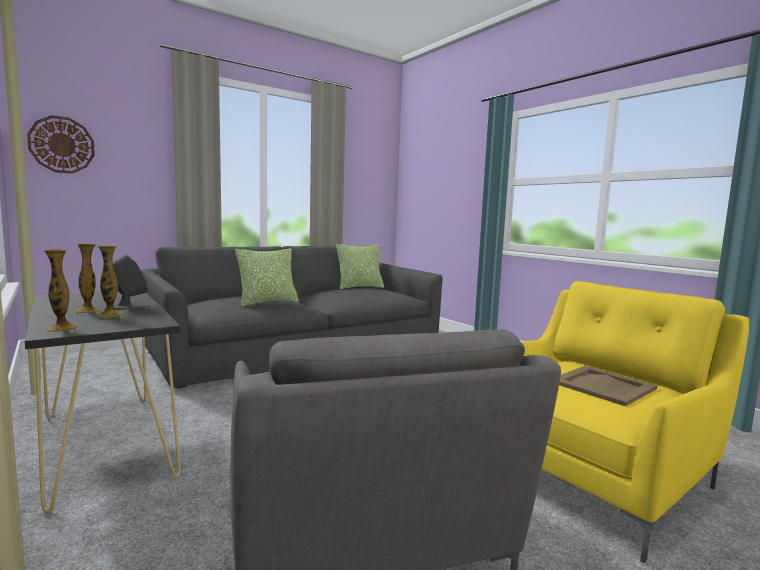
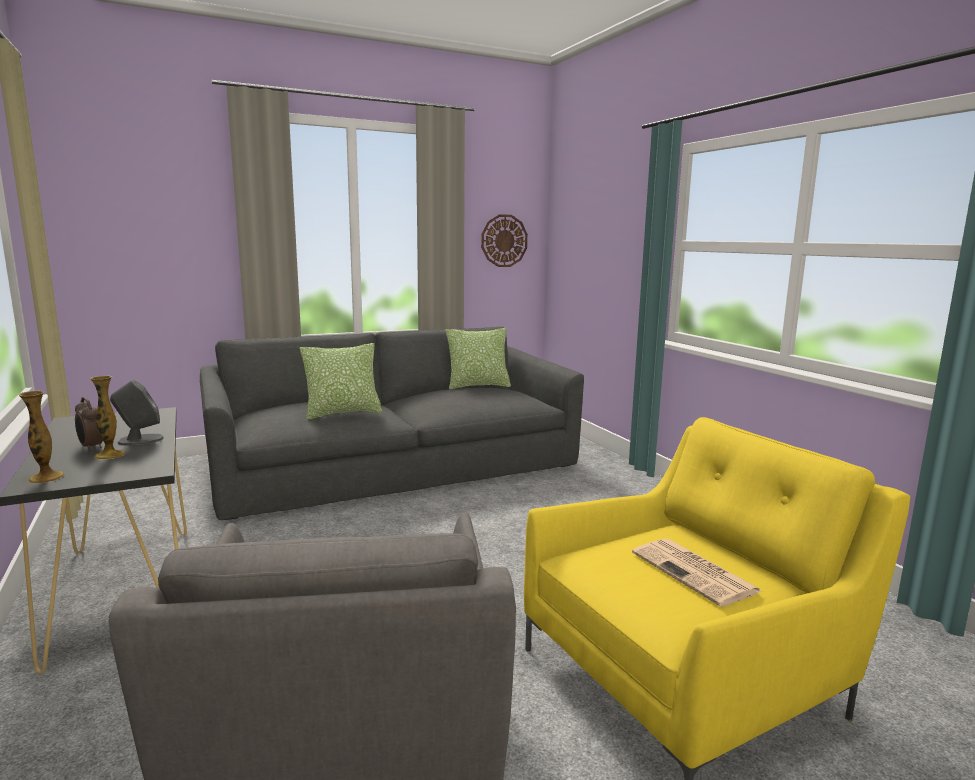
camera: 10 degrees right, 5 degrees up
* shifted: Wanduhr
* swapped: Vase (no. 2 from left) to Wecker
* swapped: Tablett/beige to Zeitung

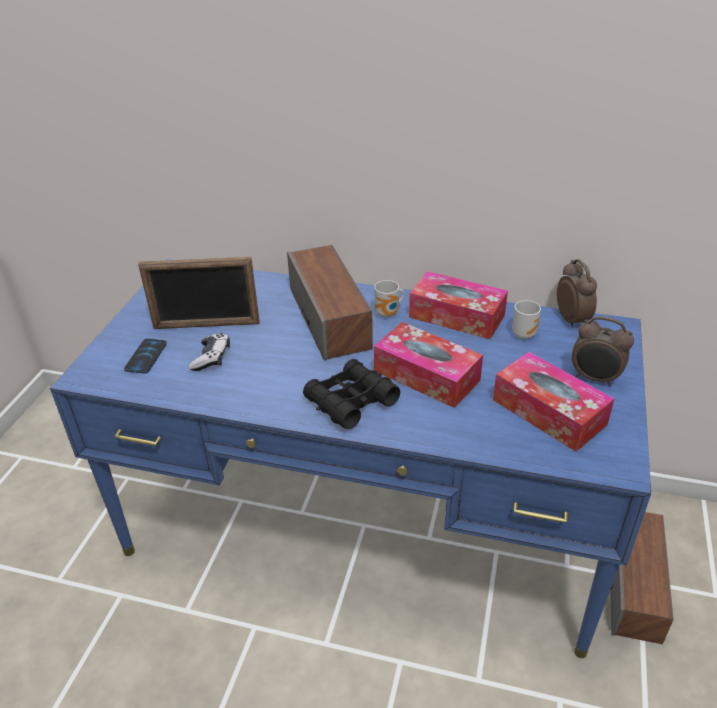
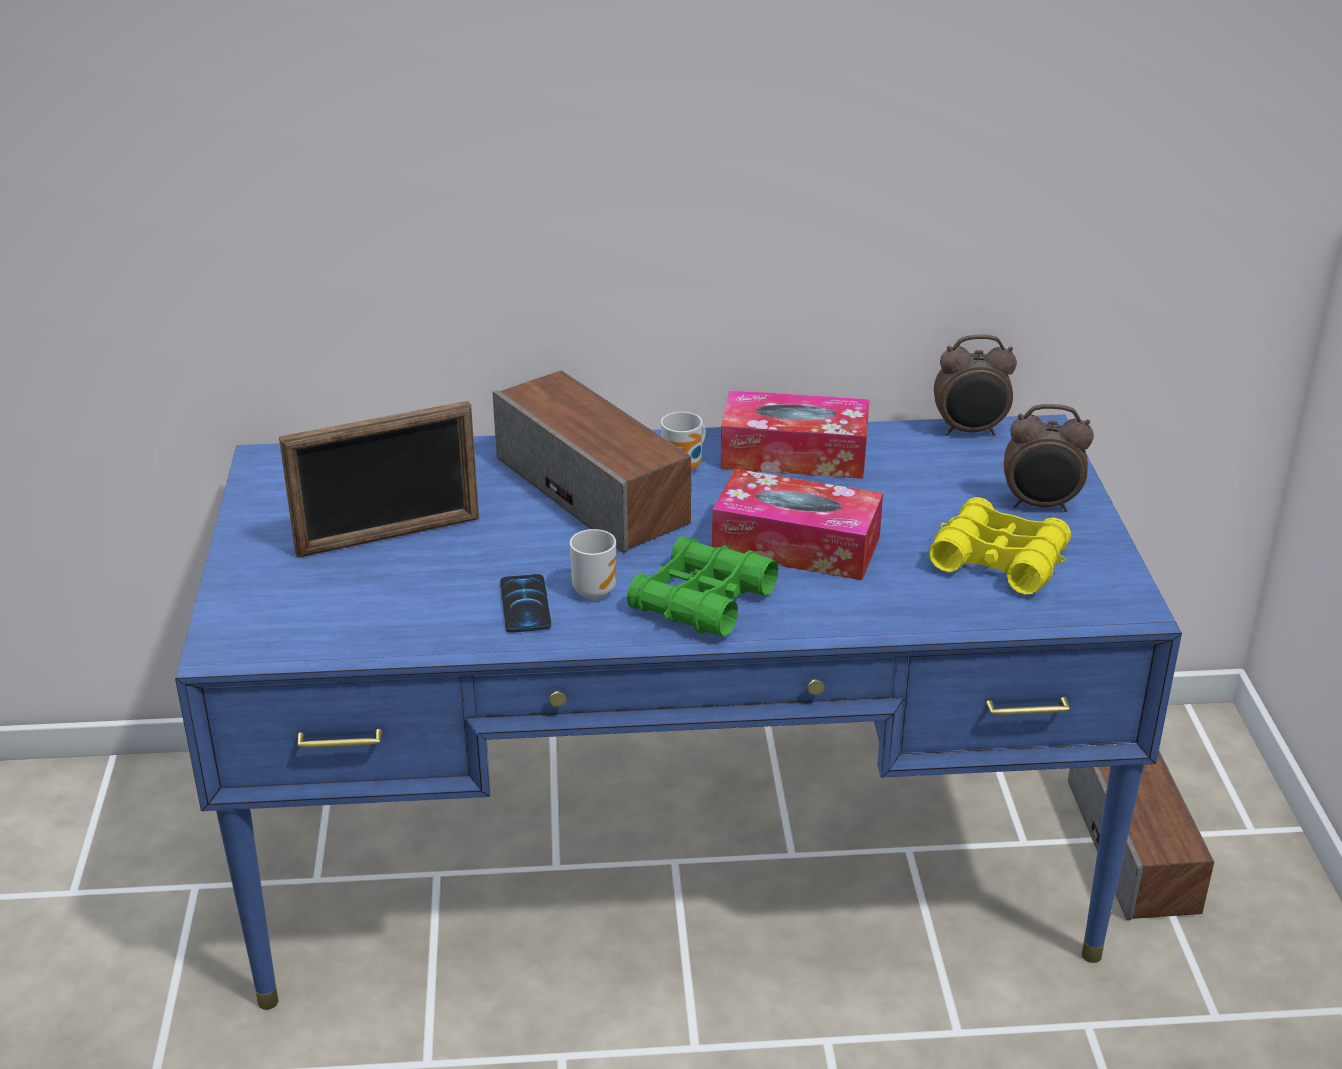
camera: 20 degrees left, 5 degrees down
* rotated: Wecker (no. 1 from left) 120 degrees clockwise
* shifted: Henkelbecher (no. 2 from left in the first image) to Henkelbecher (no. 1 from left)
* gone: Gamepad
* shifted: Handy
* swapped: Taschentuchbox (no. 3 from left) to Fernglas/gelb
* repainted: Fernglas/schwarz to Fernglas/grün

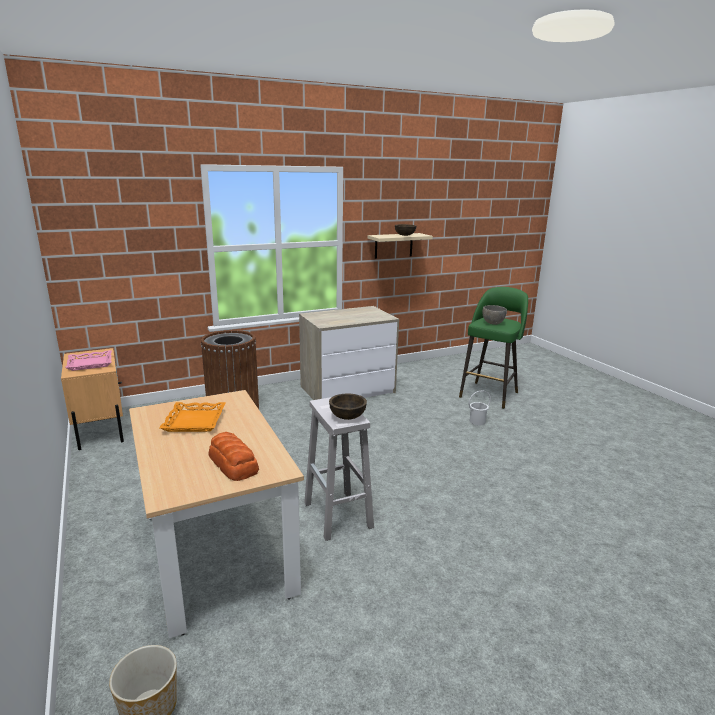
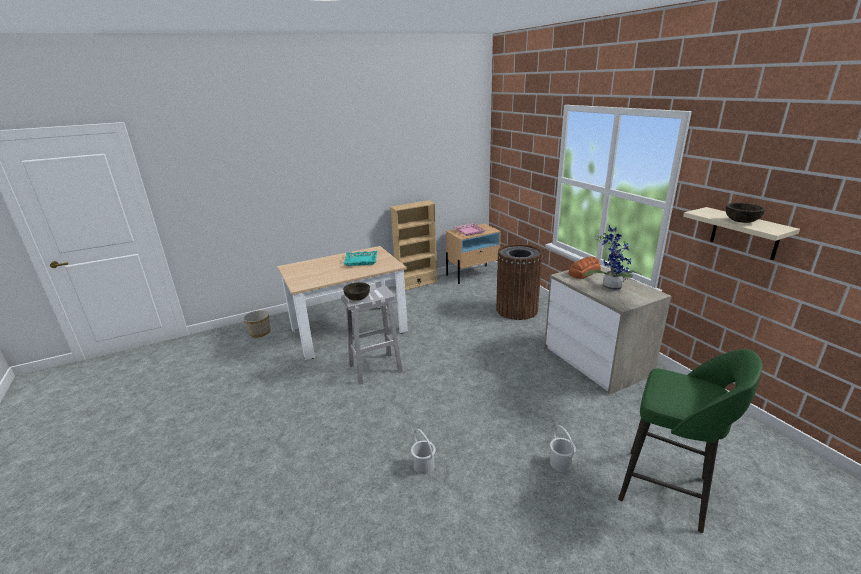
camera: 90 degrees right, 5 degrees up
* gone: Schüssel/grau
* repainted: Tablett/orange to Tablett/türkis
* shifted: Brot
* new: Bücherregal/beige
* new: Topfpflanze
* new: Eimer/weiß (no. 1 from left)

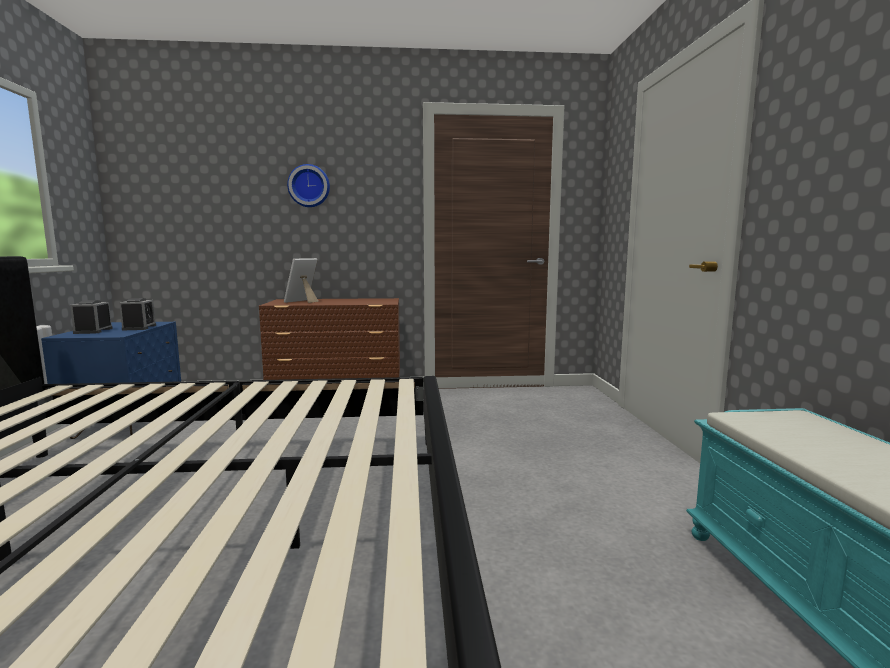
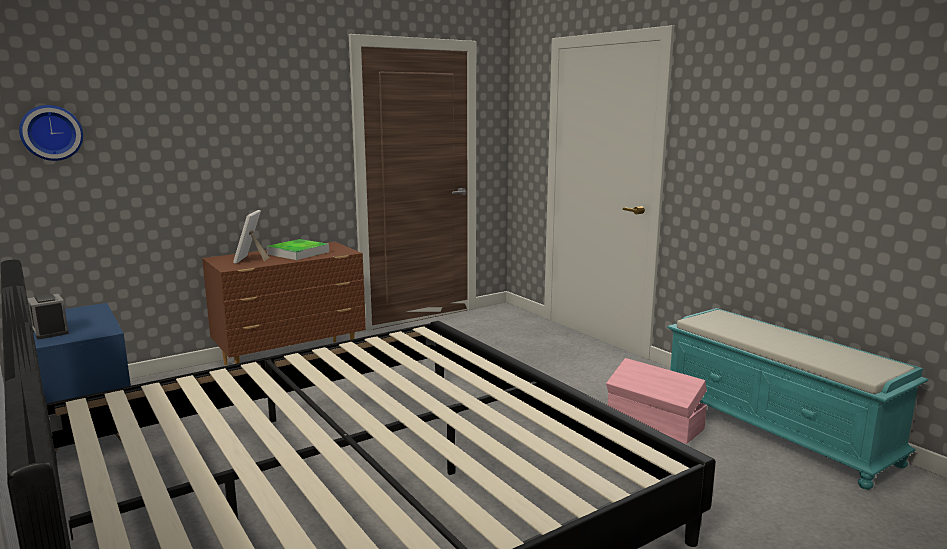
camera: 30 degrees left, 5 degrees up
* shifted: Wanduhr
* gone: Wecker (no. 2 from left)
* new: Tablett
* new: Aufbewahrungsbox/rosa

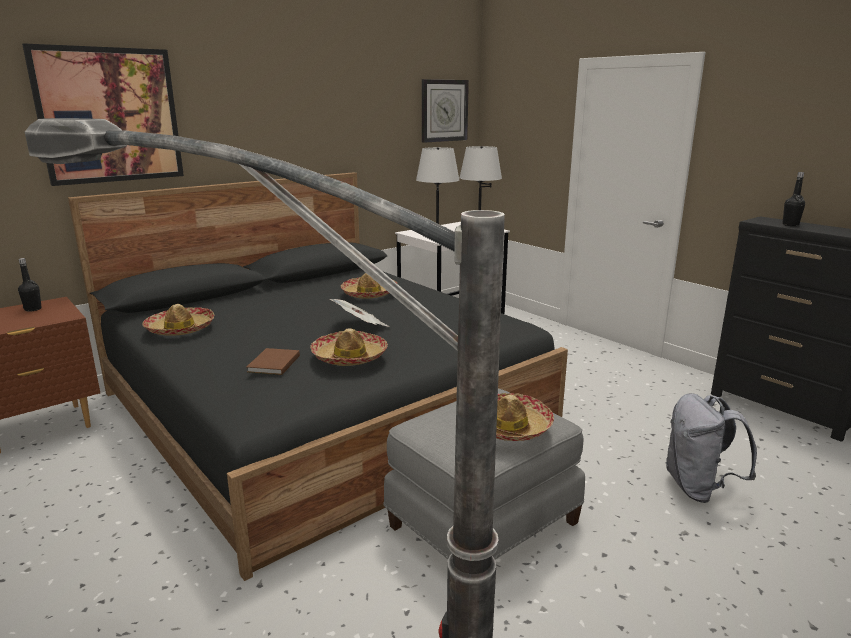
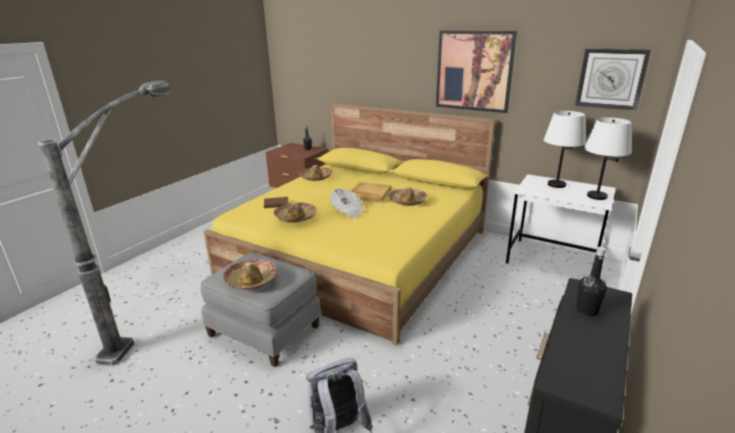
camera: 70 degrees right, 5 degrees up
* shifted: Bild
* repainted: Bett/schwarz to Bett/gelb
* new: Tablett/beige

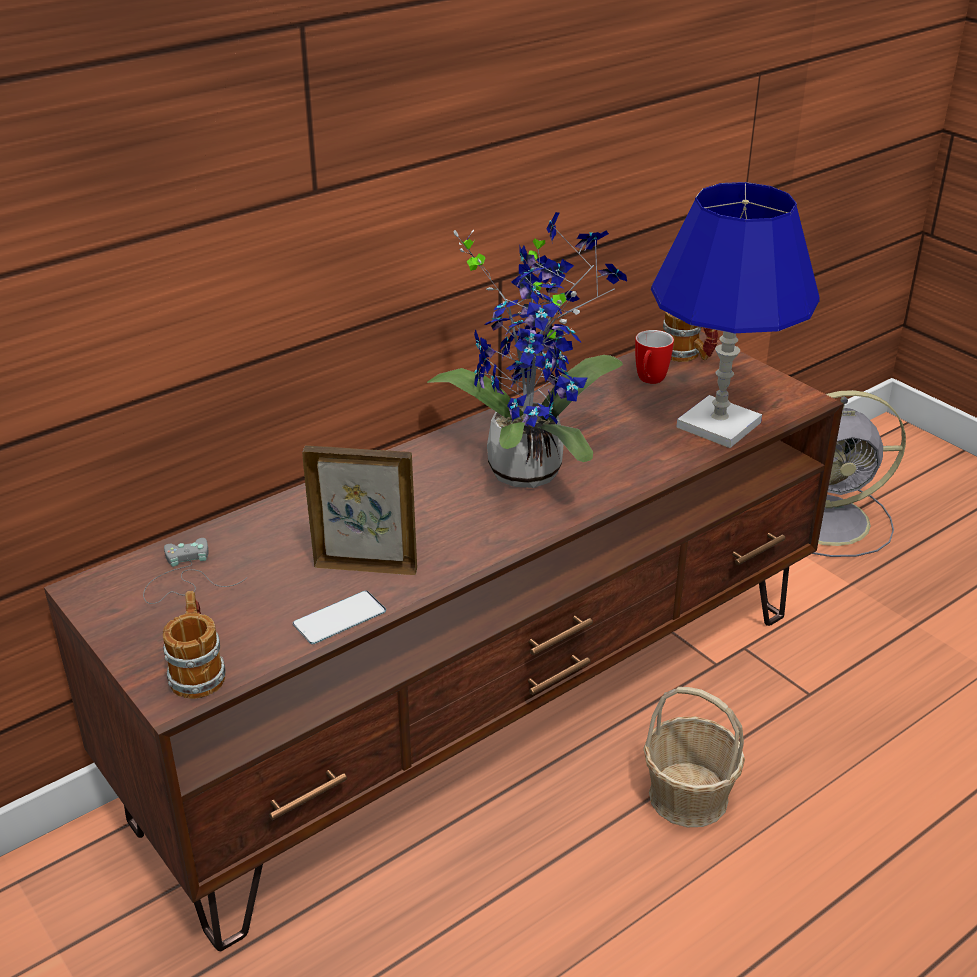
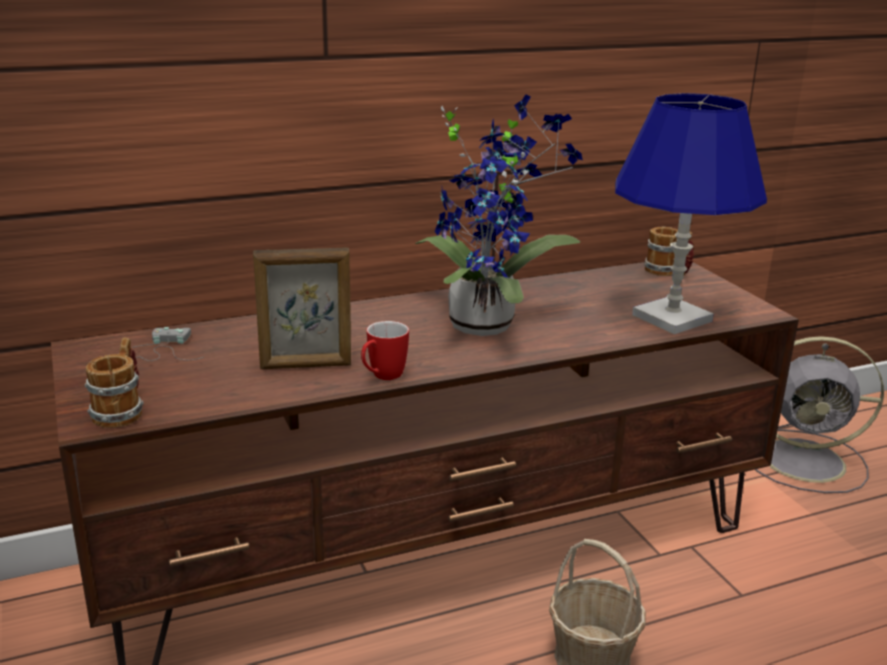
camera: 15 degrees right, 10 degrees down
* shifted: Henkelbecher (no. 2 from left)
* rotated: Bilderrahmen 150 degrees clockwise
* gone: Handy

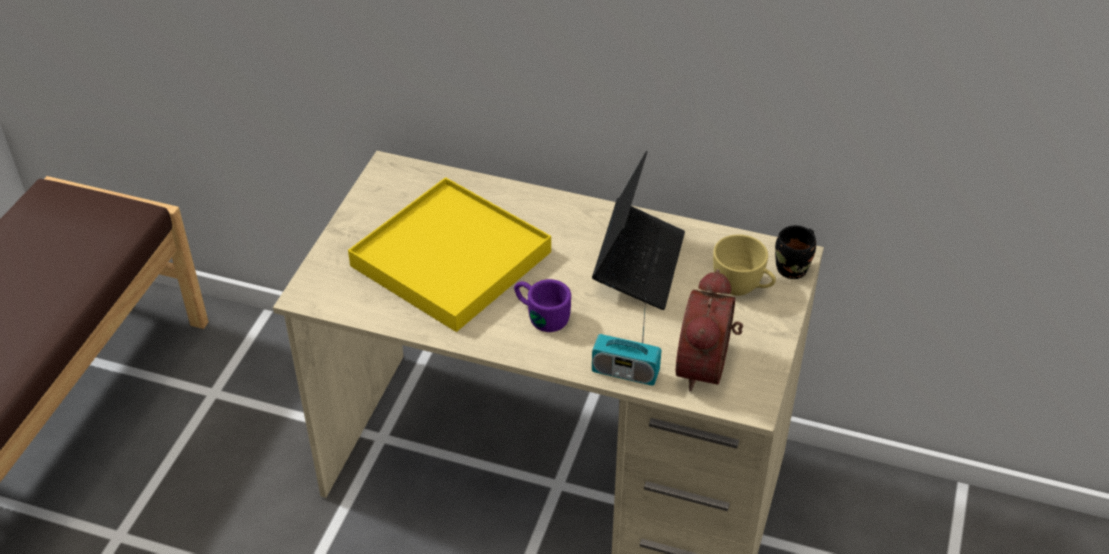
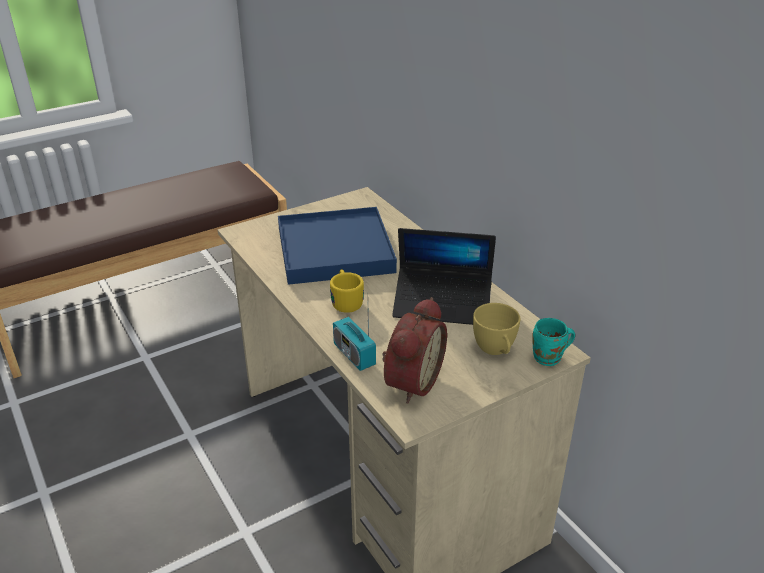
camera: 40 degrees right, 10 degrees down
* rotated: Laptop 45 degrees clockwise
* repainted: Tablett/gelb to Tablett/blau
* repainted: Henkelbecher/schwarz to Henkelbecher/türkis
* rotated: Wecker 150 degrees clockwise
* repainted: Henkelbecher/lila to Henkelbecher/gelb

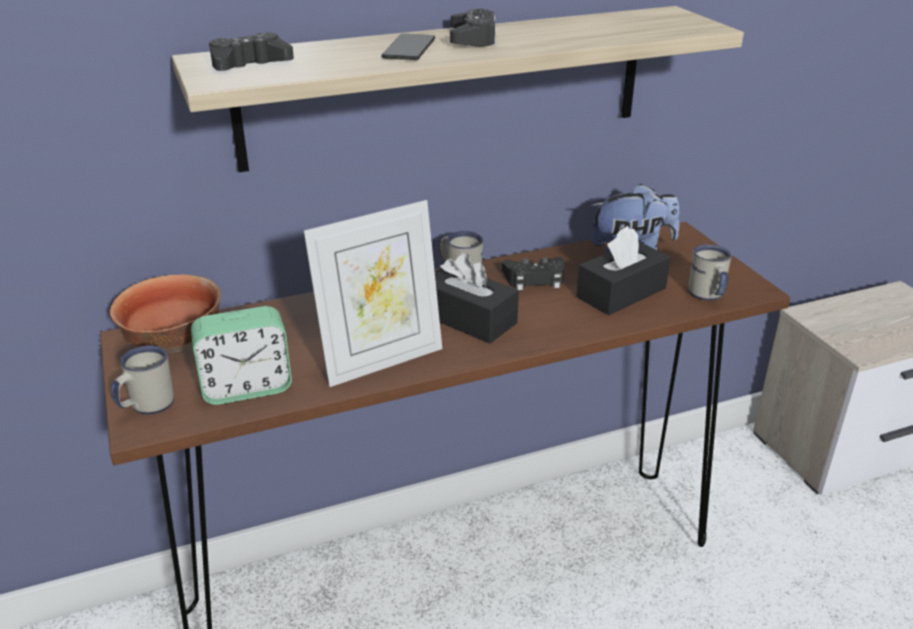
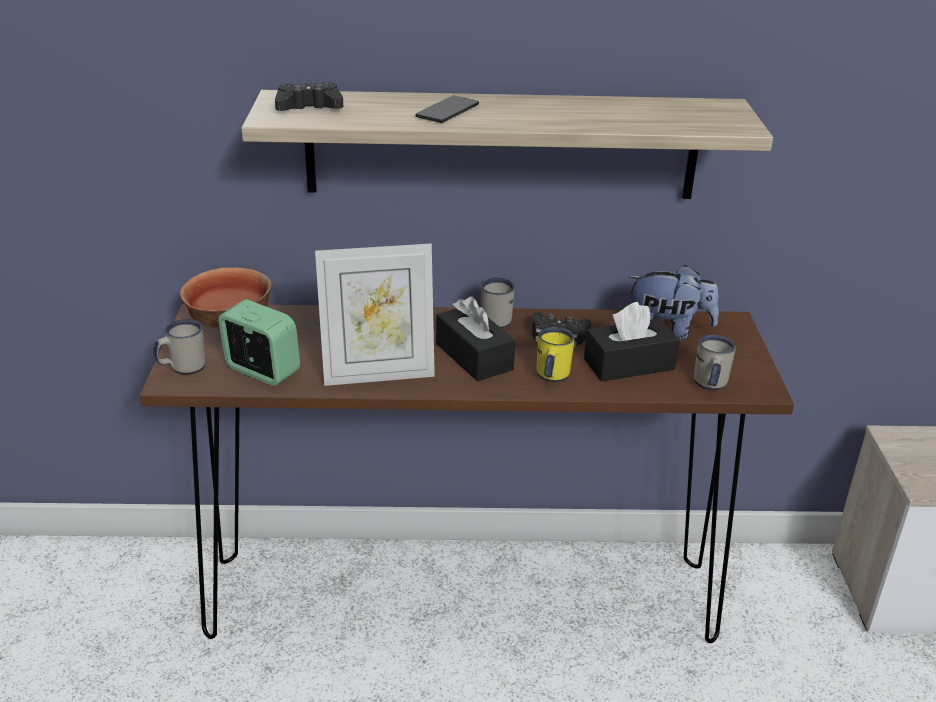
camera: 20 degrees right, 0 degrees up
* gone: Gamepad/schwarz (no. 2 from left)
* rotated: Wecker 150 degrees counterclockwise
* new: Henkelbecher/gelb

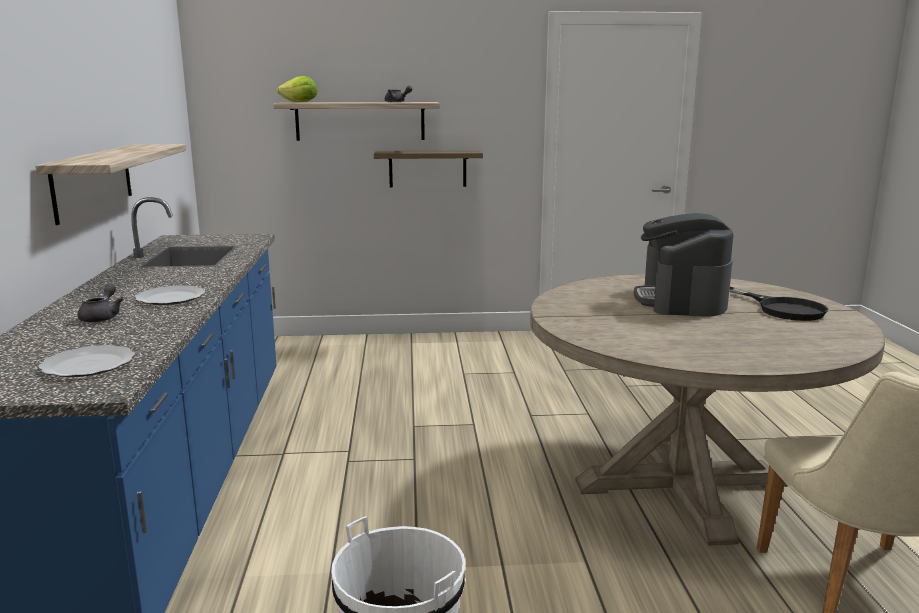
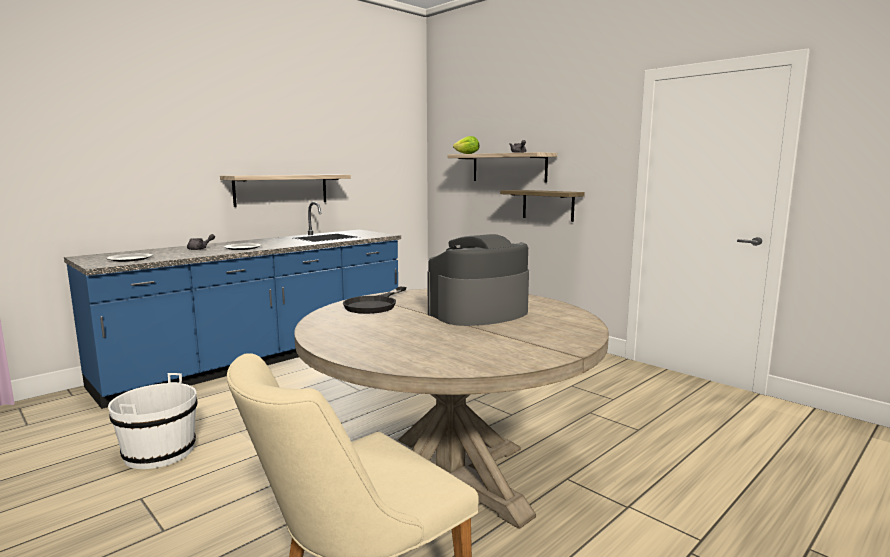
camera: 50 degrees right, 5 degrees down
* shifted: Pfanne/schwarz

